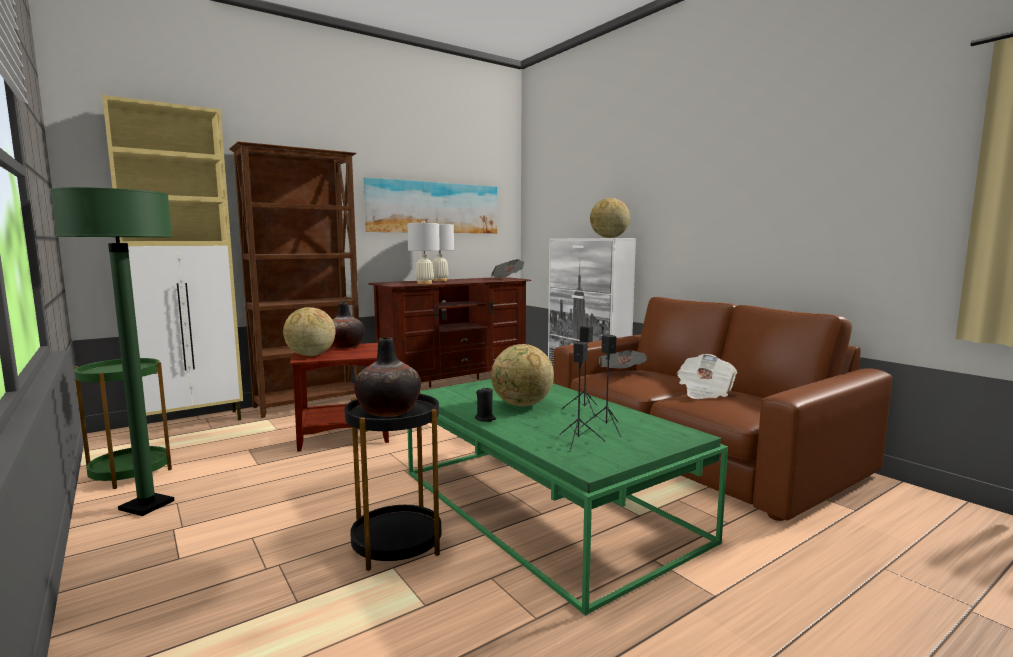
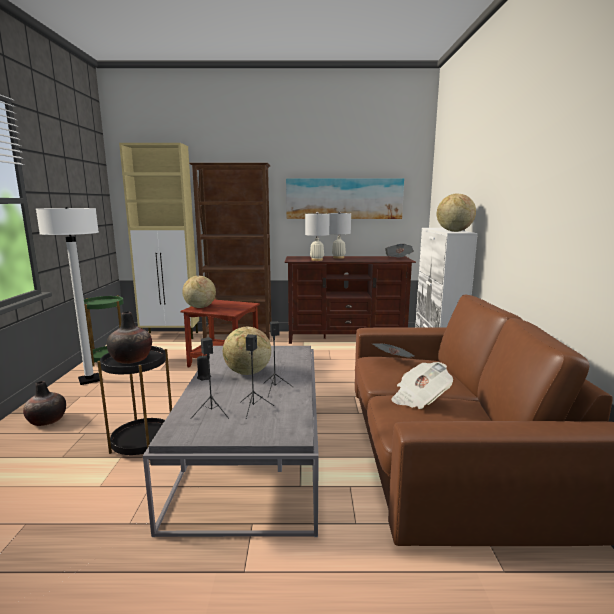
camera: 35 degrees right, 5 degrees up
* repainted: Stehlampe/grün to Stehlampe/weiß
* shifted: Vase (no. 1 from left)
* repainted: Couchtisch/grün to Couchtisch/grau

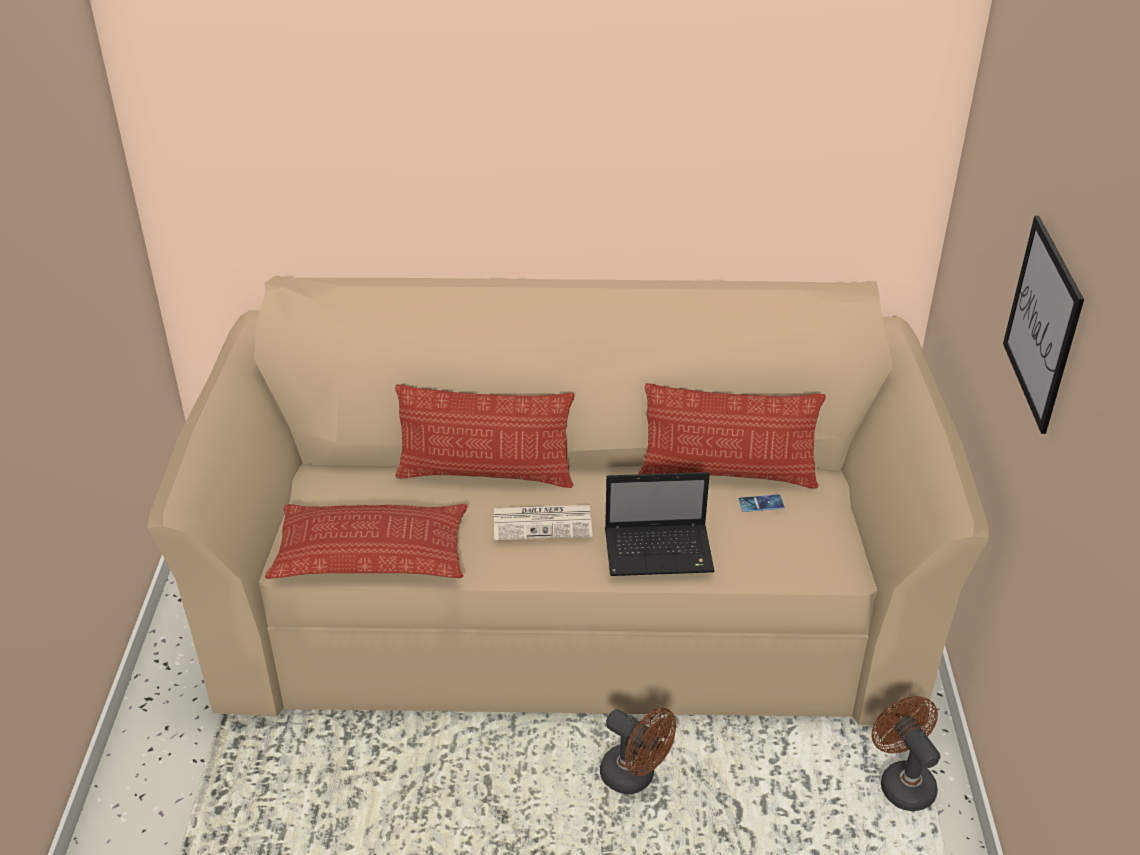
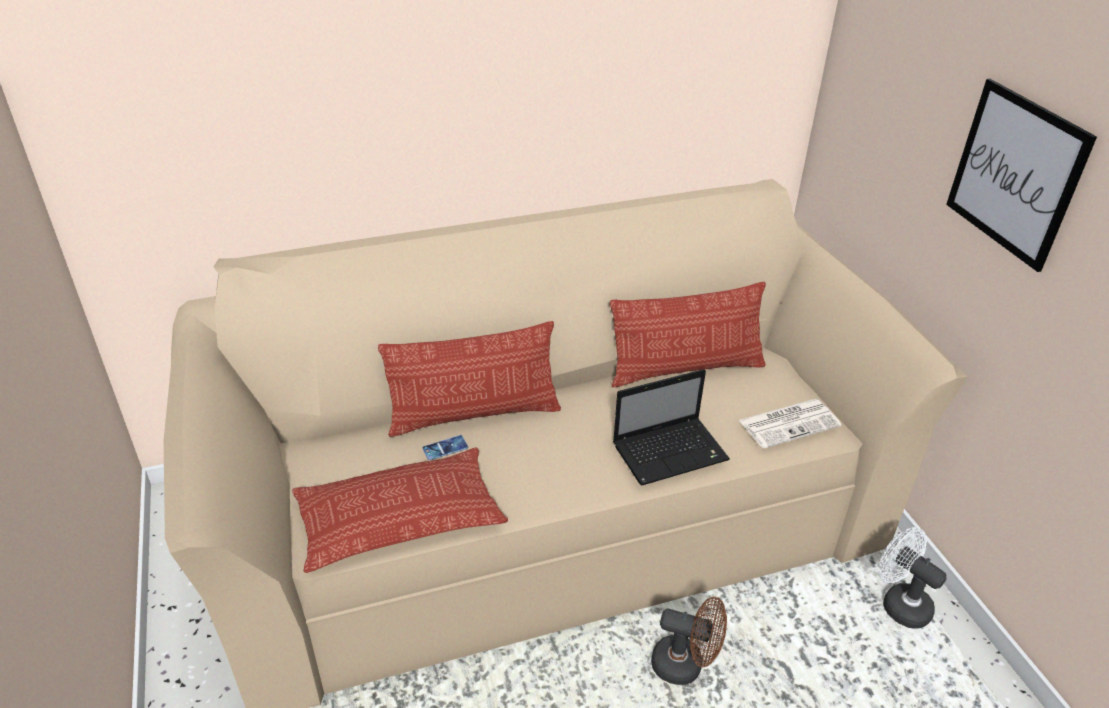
camera: 20 degrees left, 0 degrees up
* shifted: Handy
* shifted: Zeitung
* repainted: Ventilator/braun (no. 2 from left) to Ventilator/weiß

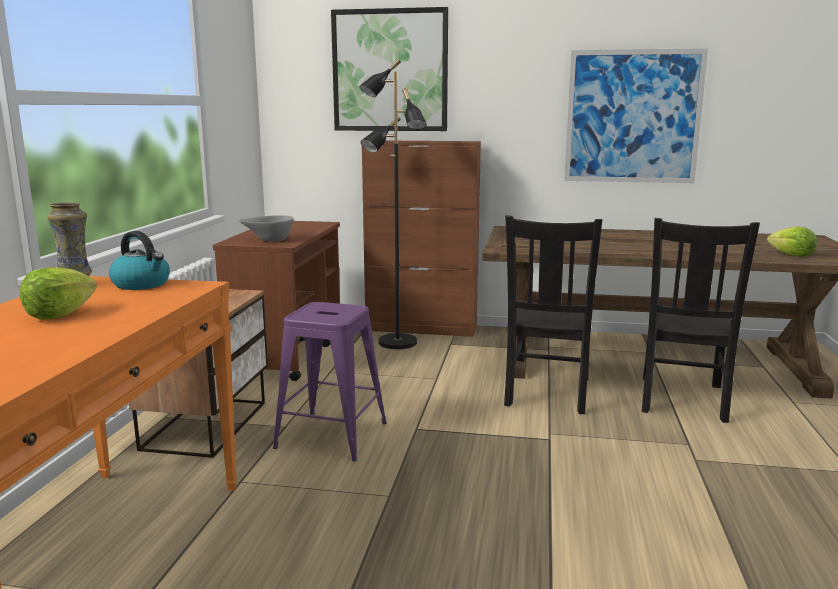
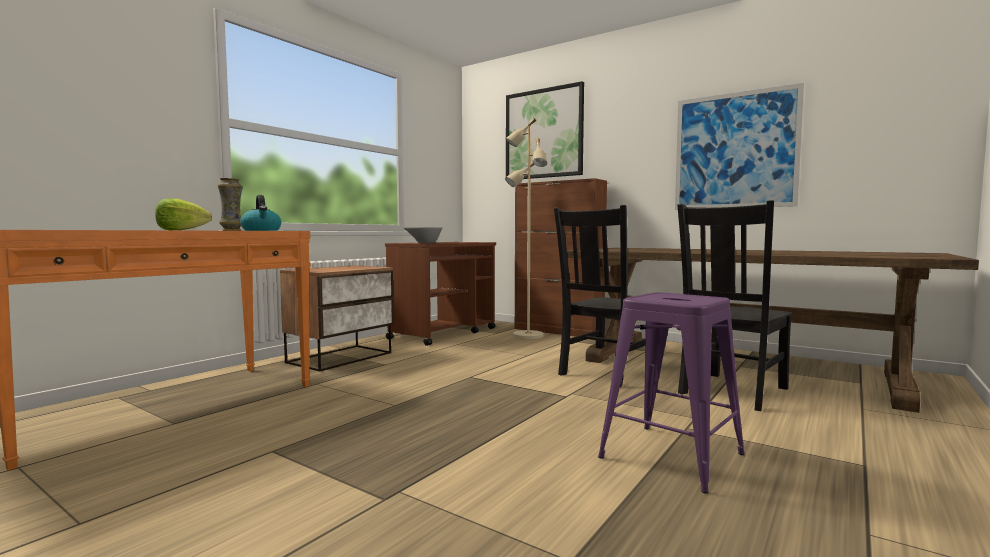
camera: 25 degrees right, 10 degrees down
* repainted: Stehlampe/schwarz to Stehlampe/beige
* gone: Salatkopf (no. 2 from left)
* shifted: Hocker/lila

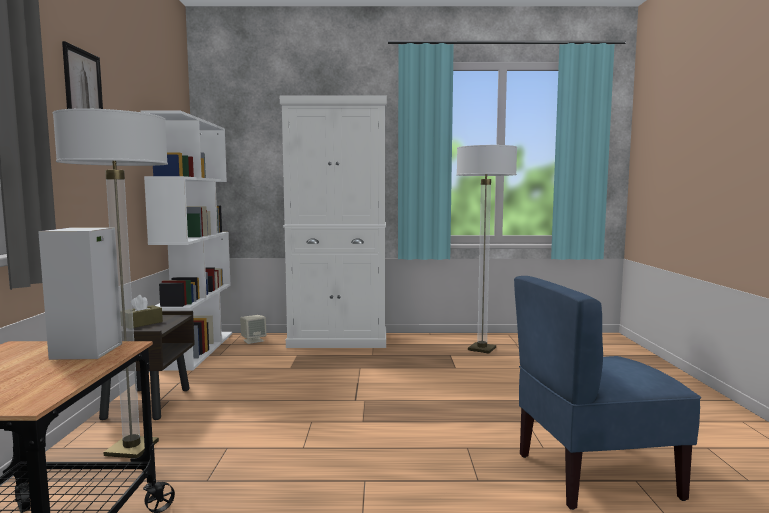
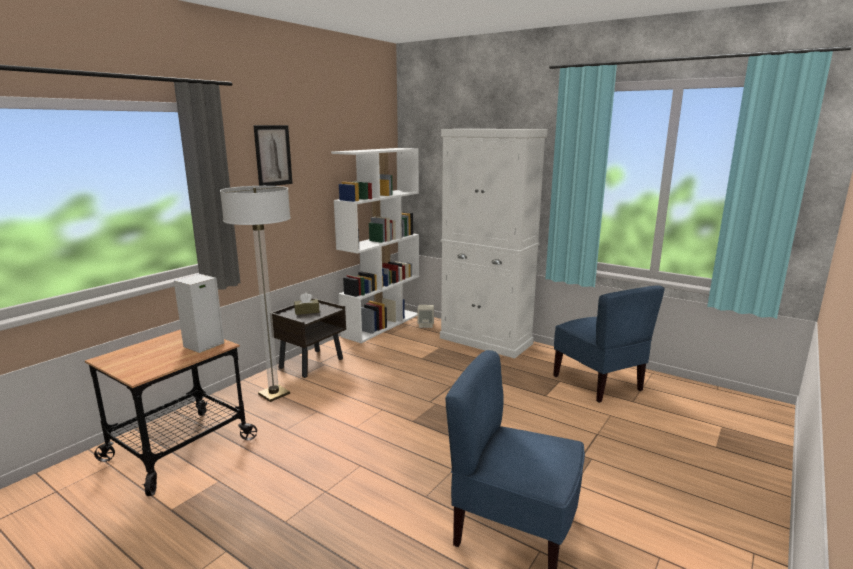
camera: 35 degrees right, 10 degrees up
* swapped: Stehlampe (no. 2 from left) to Stuhl/blau (no. 2 from left)

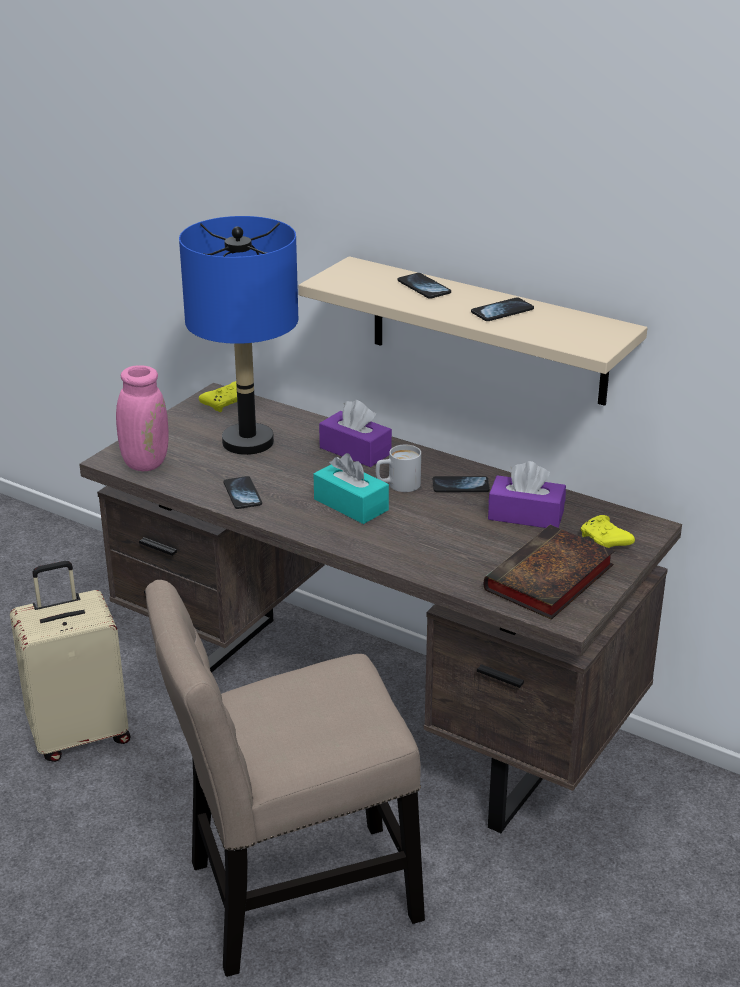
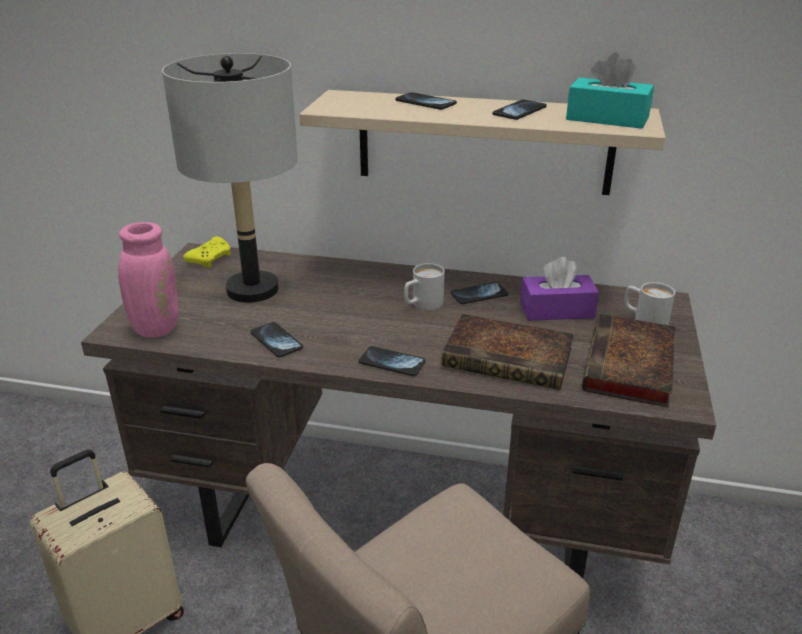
camera: 20 degrees left, 0 degrees up
* repainted: Tischlampe/blau to Tischlampe/grau
* gone: Taschentuchbox/lila (no. 1 from left)
* shifted: Taschentuchbox/türkis
* swapped: Gamepad/gelb (no. 2 from left) to Henkelbecher/weiß (no. 2 from left)
* new: Buch (no. 1 from left)
* new: Handy (no. 2 from left)

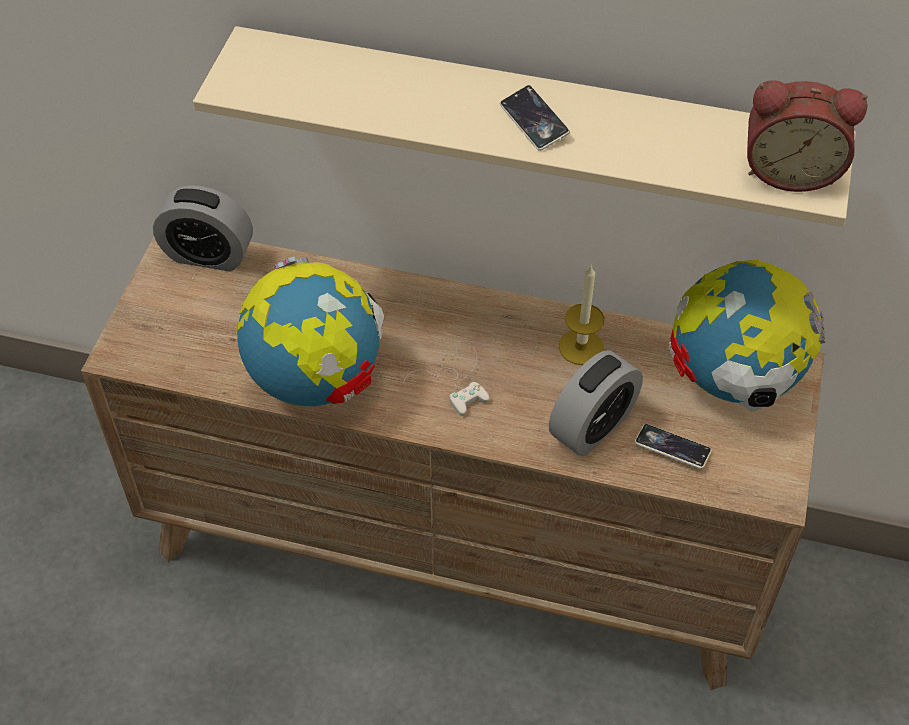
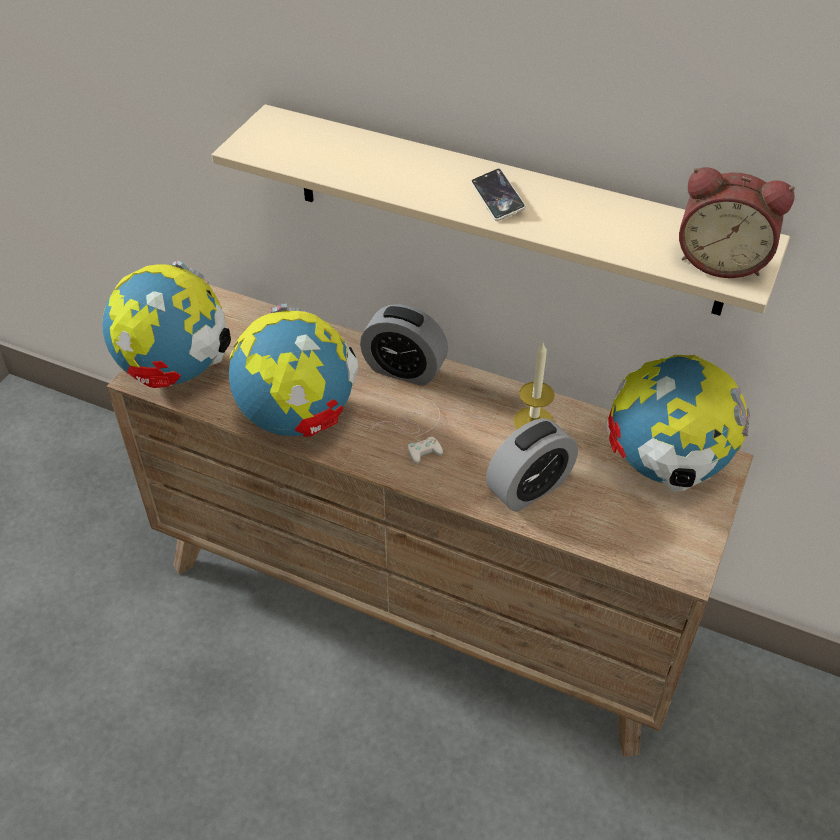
camera: 10 degrees right, 5 degrees down
* shifted: Wecker (no. 1 from left)
* gone: Handy (no. 2 from left)
* new: Globus (no. 1 from left)

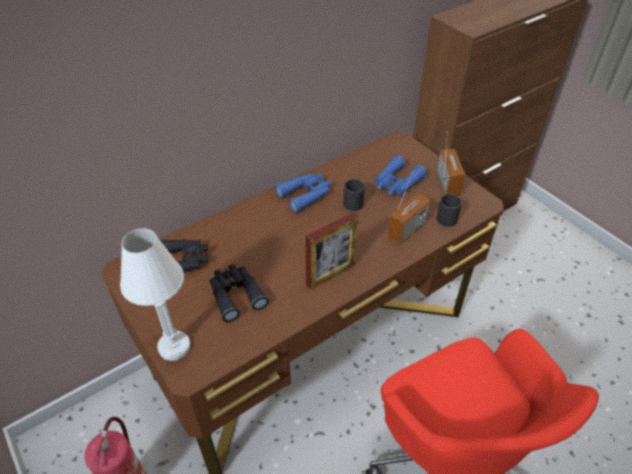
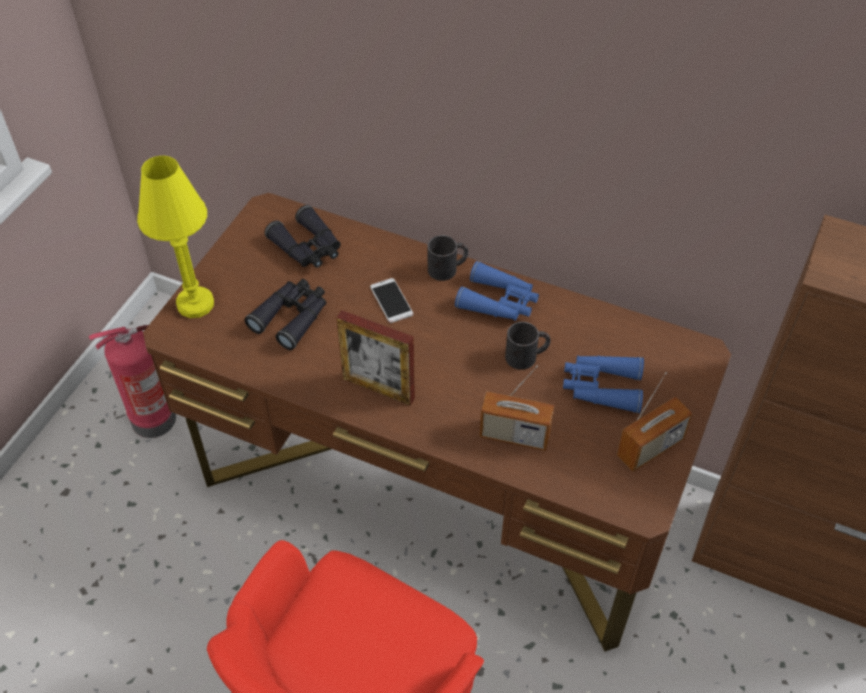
camera: 60 degrees right, 5 degrees up
* shifted: Henkelbecher/schwarz (no. 2 from left in the first image) to Henkelbecher/schwarz (no. 1 from left)
* repainted: Tischlampe/weiß to Tischlampe/gelb
* new: Handy

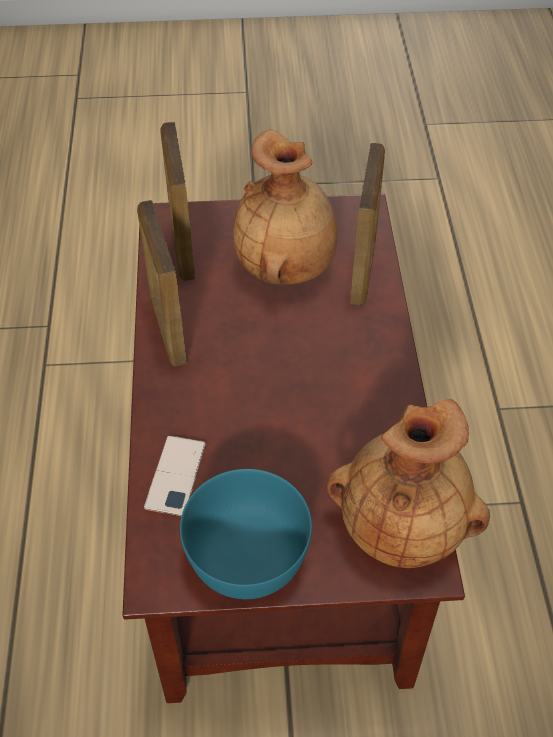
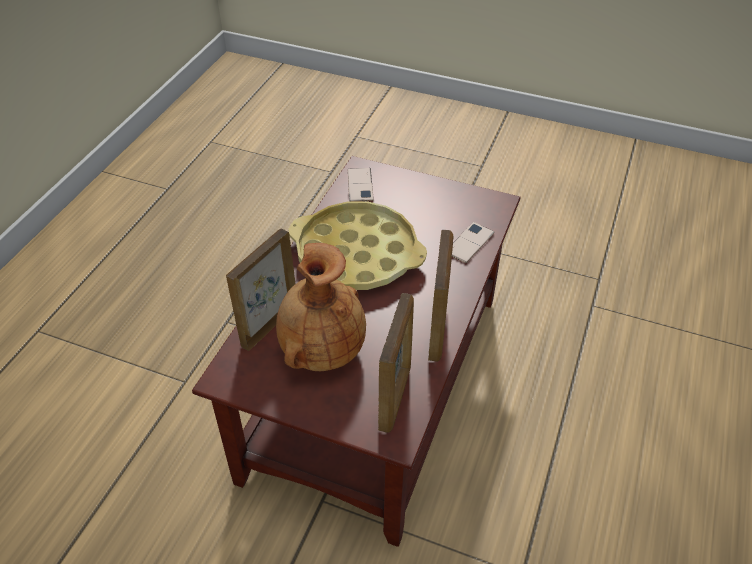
camera: 155 degrees left, 5 degrees down
* swapped: Vase/braun (no. 2 from left) to Handy (no. 1 from left)
* gone: Schüssel/türkis
* new: Tablett/gelb

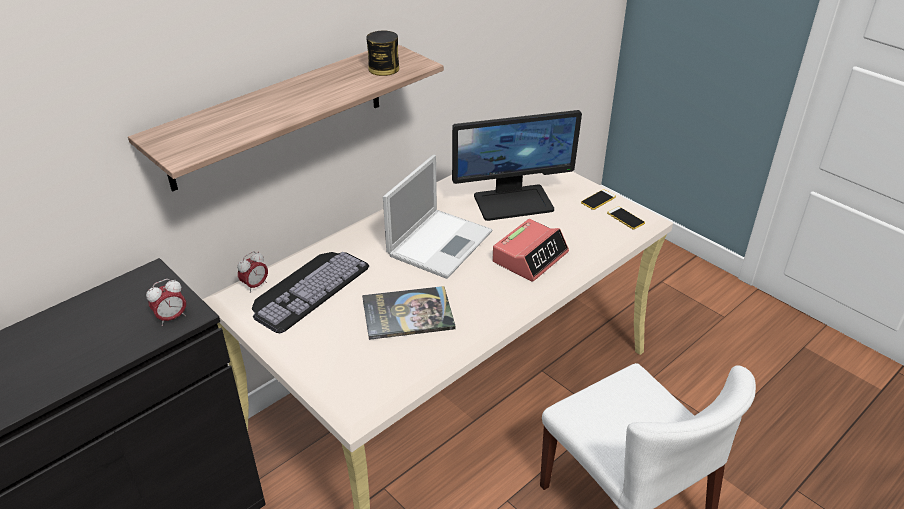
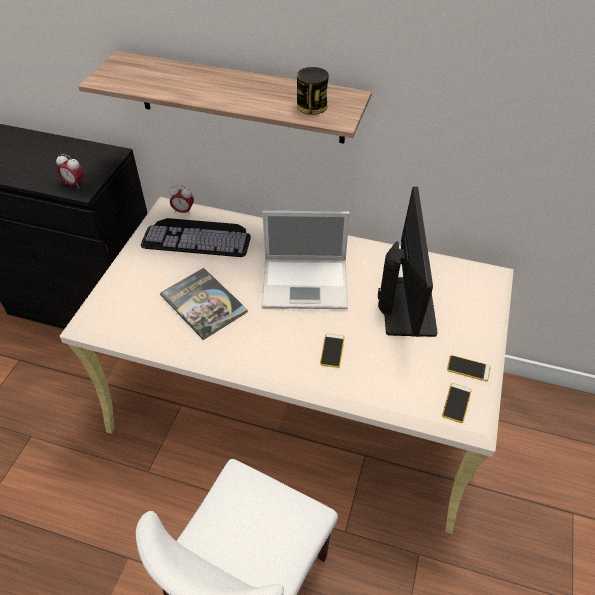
camera: 60 degrees right, 10 degrees up
* rotated: Monitor 135 degrees counterclockwise
* swapped: Wecker (no. 3 from left) to Handy (no. 1 from left)

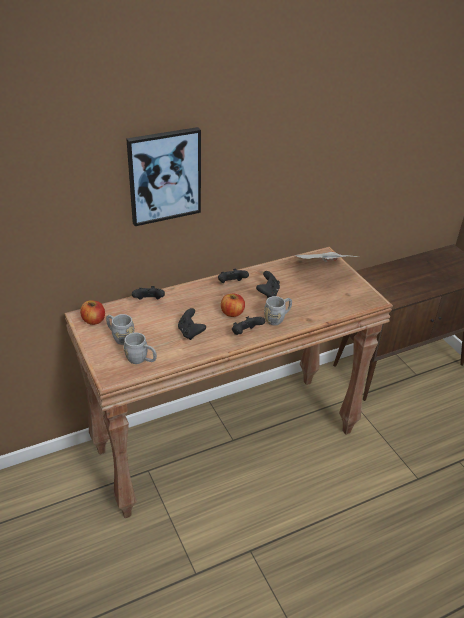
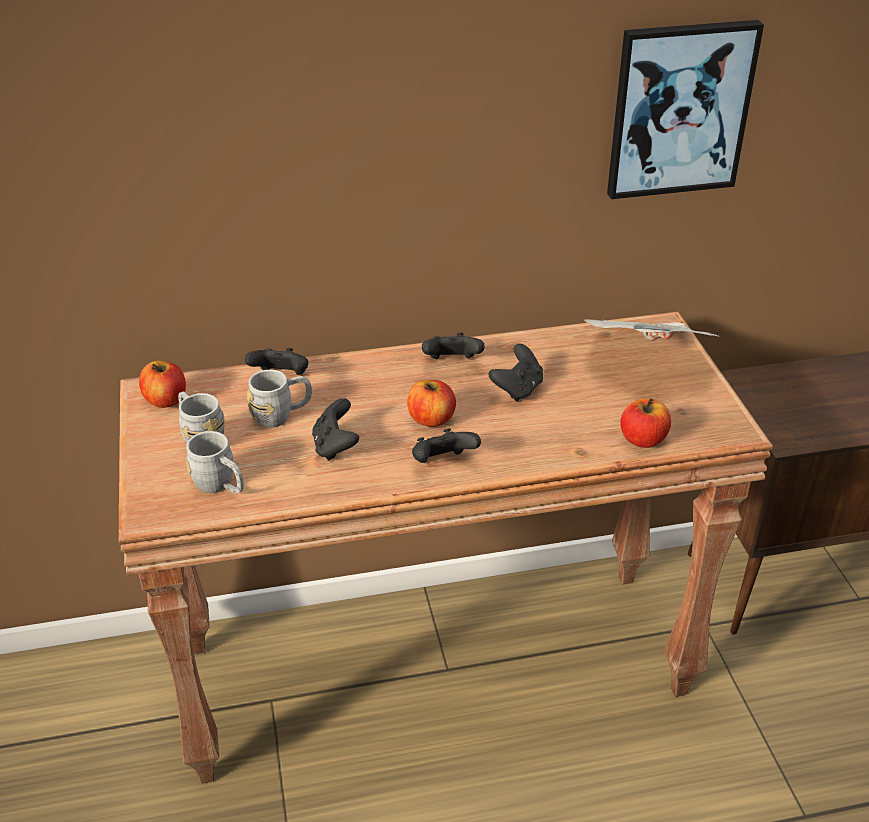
camera: 15 degrees right, 0 degrees up
* shifted: Bild
* shifted: Henkelbecher/grau (no. 3 from left)
* new: Apfel (no. 3 from left)

